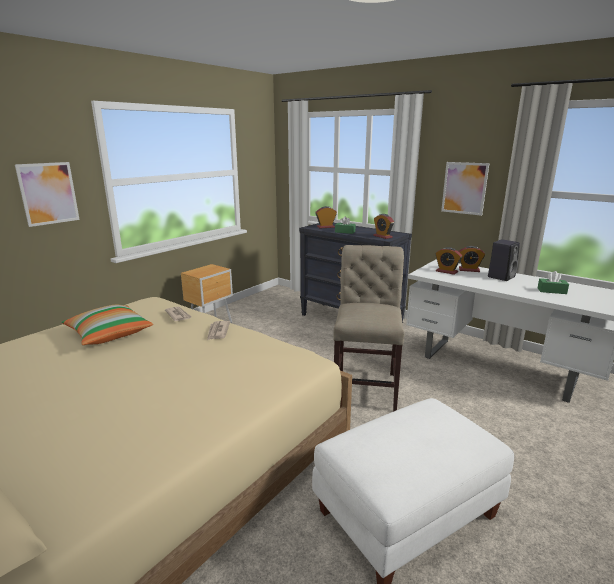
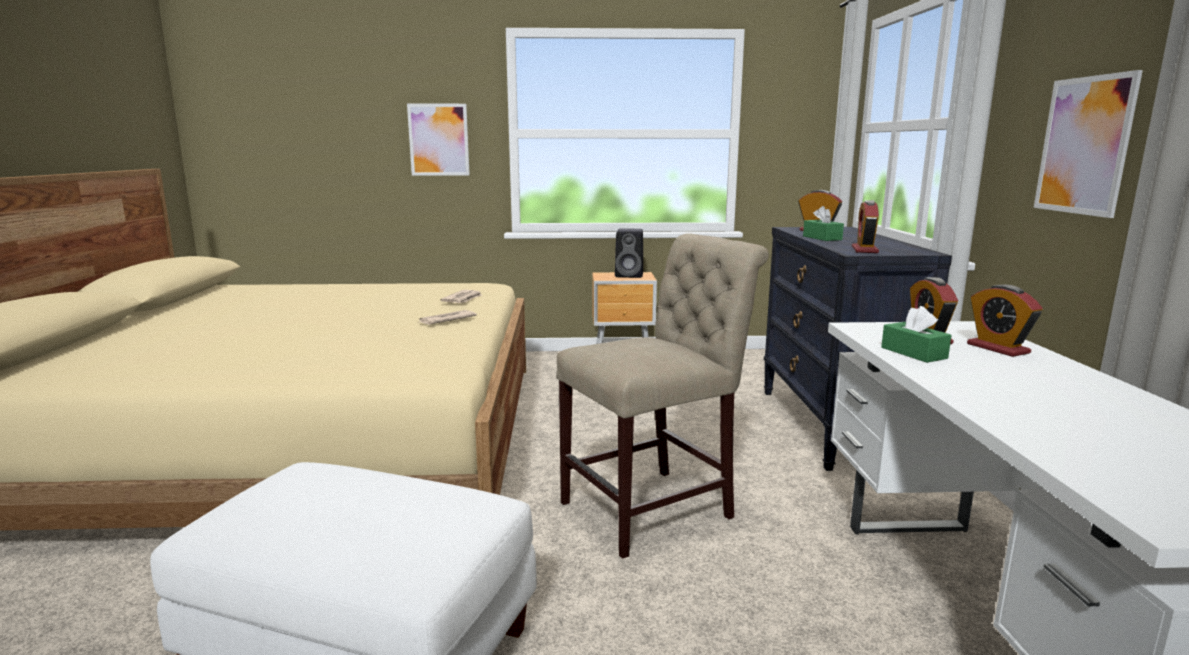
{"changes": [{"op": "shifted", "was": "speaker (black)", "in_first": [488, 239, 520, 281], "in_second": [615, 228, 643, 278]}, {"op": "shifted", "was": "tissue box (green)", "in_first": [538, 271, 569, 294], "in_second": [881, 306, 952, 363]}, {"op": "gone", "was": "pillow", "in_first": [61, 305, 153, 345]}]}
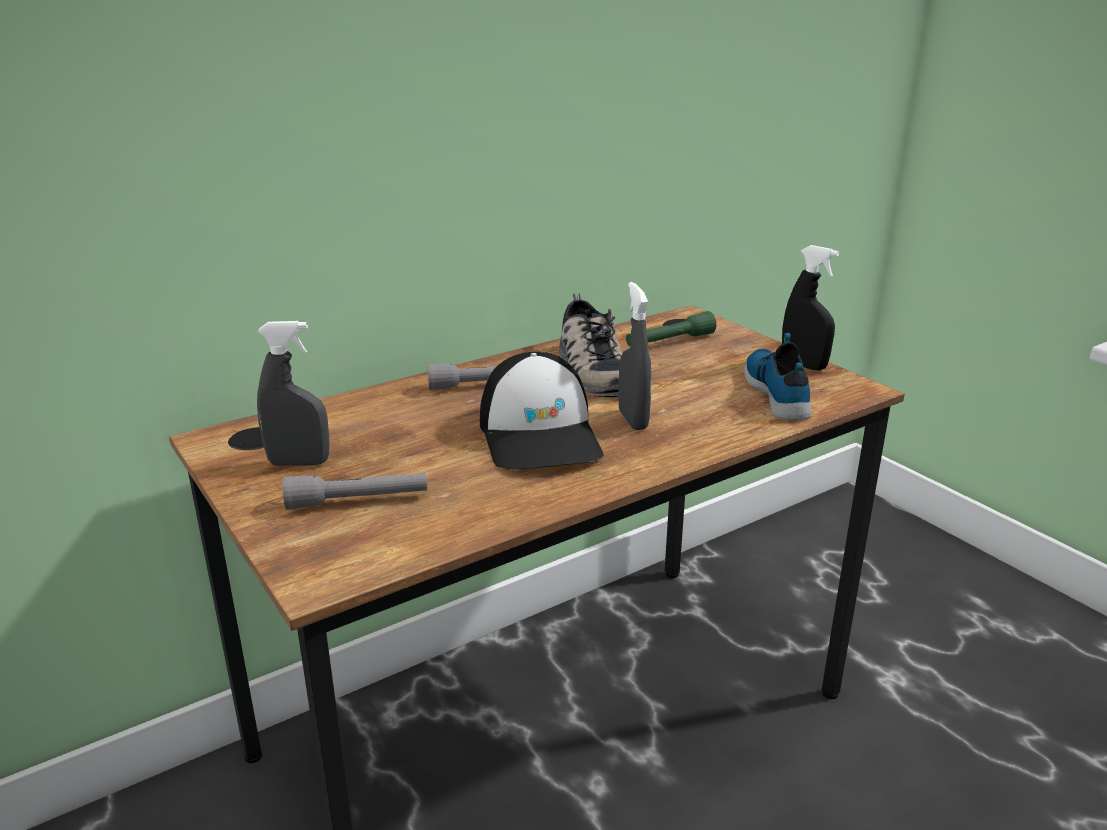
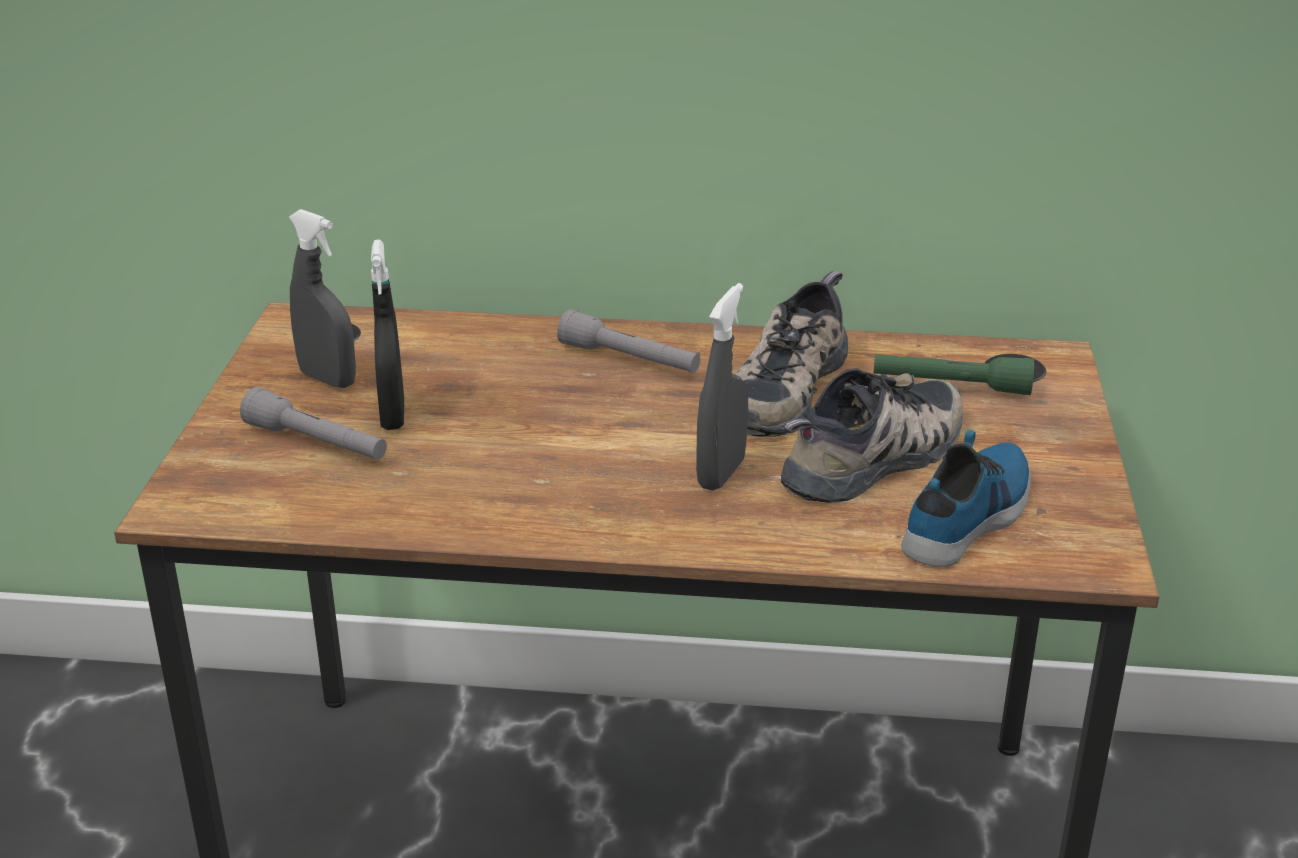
{"changes": [{"op": "shifted", "was": "spray bottle (black)", "in_first": [782, 245, 839, 370], "in_second": [371, 240, 404, 430]}, {"op": "gone", "was": "cap", "in_first": [480, 352, 604, 470]}, {"op": "new", "now": "shoe", "in_second": [781, 368, 963, 503]}]}
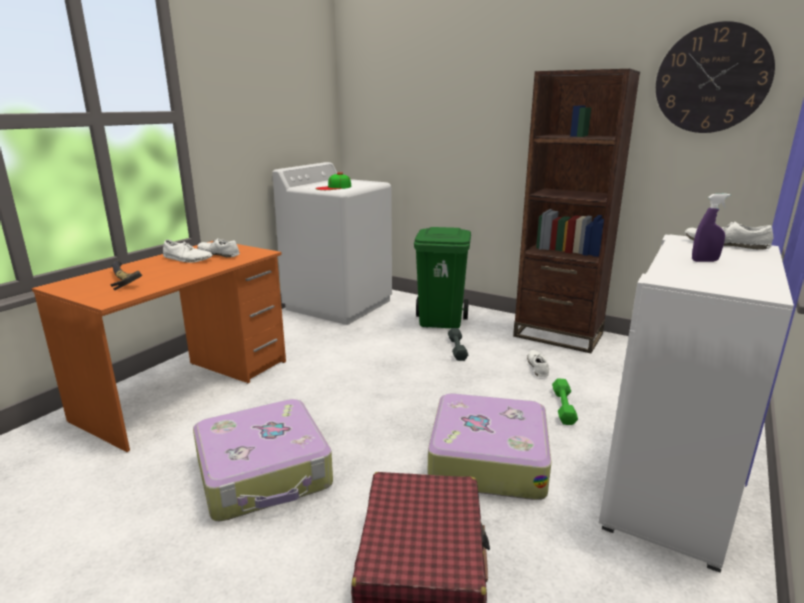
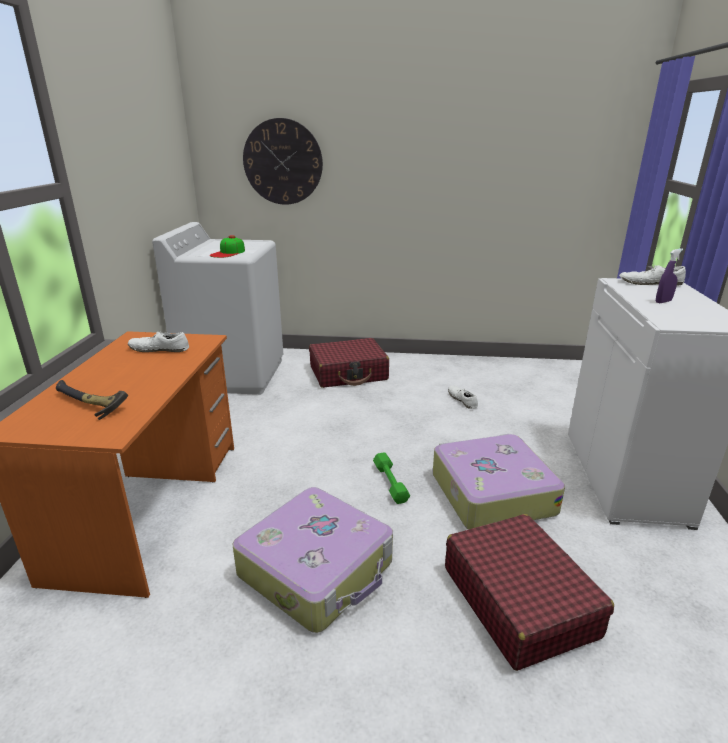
{"changes": [{"op": "shifted", "was": "wall clock", "in_first": [656, 21, 775, 133], "in_second": [243, 118, 323, 205]}, {"op": "gone", "was": "bookcase (brown)", "in_first": [513, 69, 640, 353]}, {"op": "swapped", "was": "trash can (green)", "now": "suitcase (red)", "in_first": [414, 227, 471, 328], "in_second": [309, 338, 389, 388]}, {"op": "gone", "was": "shoe (white)", "in_first": [163, 240, 213, 263]}, {"op": "gone", "was": "dumbbell (grey)", "in_first": [448, 328, 468, 361]}, {"op": "shifted", "was": "dumbbell (green)", "in_first": [552, 378, 578, 425], "in_second": [373, 452, 410, 504]}]}
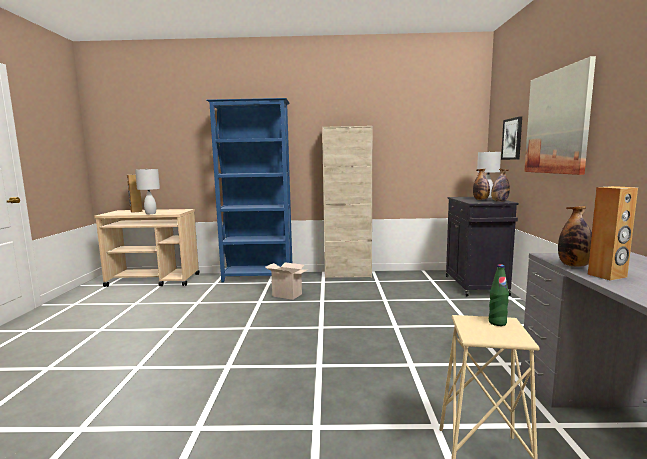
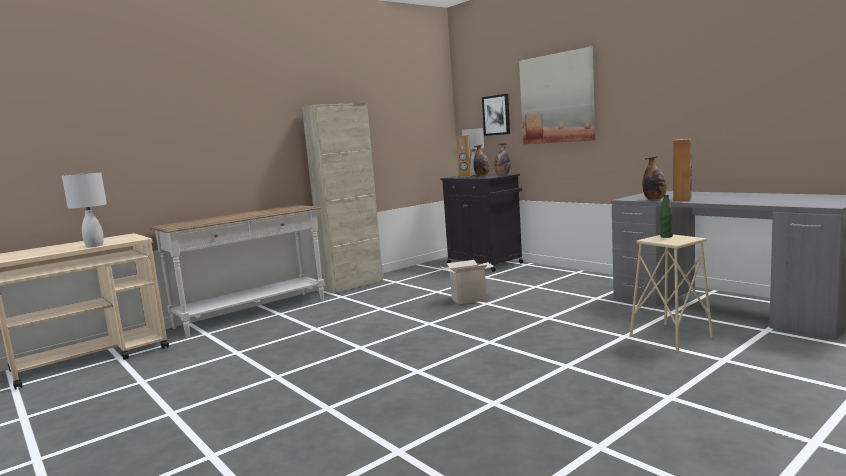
{"changes": [{"op": "swapped", "was": "bookcase (blue)", "now": "console table (white)", "in_first": [206, 98, 292, 282], "in_second": [150, 205, 325, 338]}, {"op": "shifted", "was": "speaker (brown)", "in_first": [127, 175, 142, 213], "in_second": [456, 135, 472, 177]}, {"op": "shifted", "was": "cardboard box", "in_first": [265, 262, 309, 300], "in_second": [440, 260, 494, 305]}]}
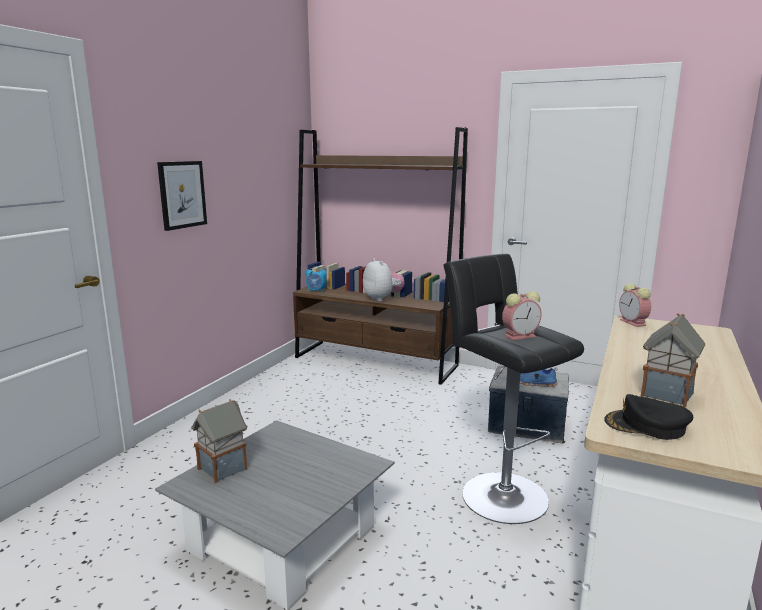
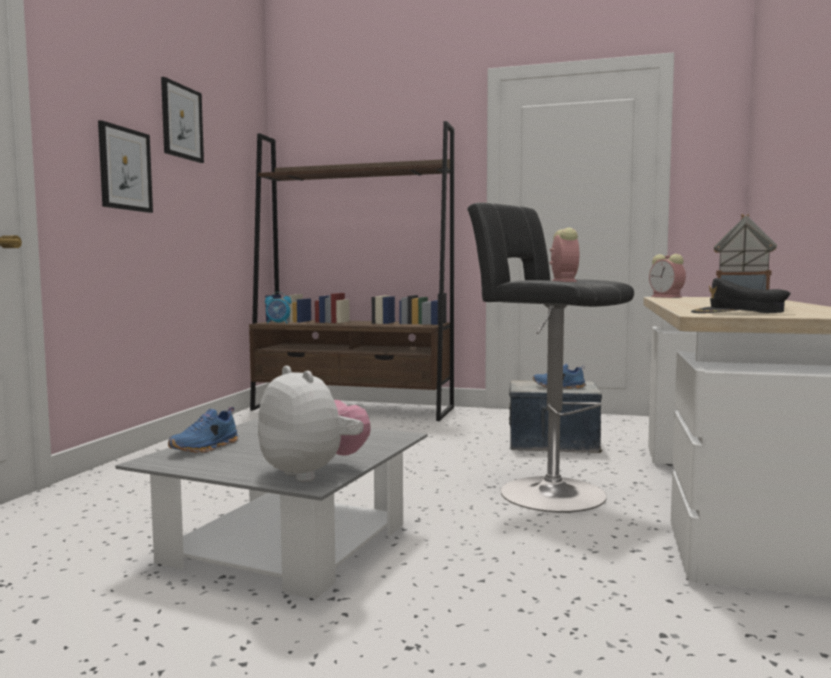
{"changes": [{"op": "shifted", "was": "plush toy", "in_first": [363, 258, 405, 301], "in_second": [258, 366, 371, 482]}, {"op": "rotated", "was": "alarm clock", "in_first": [502, 291, 542, 340], "in_second": [550, 228, 579, 282], "clockwise": -60}, {"op": "swapped", "was": "toy house", "now": "shoe (blue)", "in_first": [191, 399, 248, 483], "in_second": [168, 407, 238, 453]}, {"op": "new", "now": "picture", "in_second": [161, 77, 204, 163]}]}
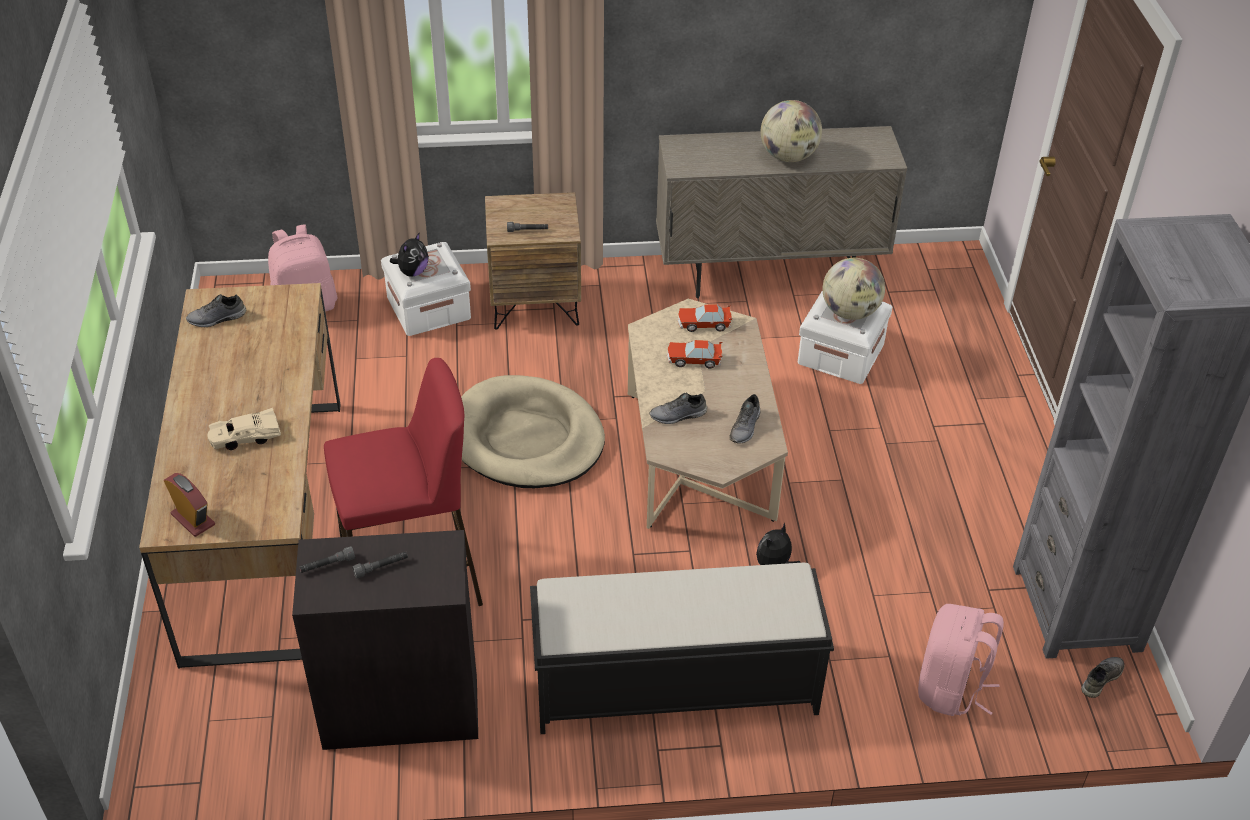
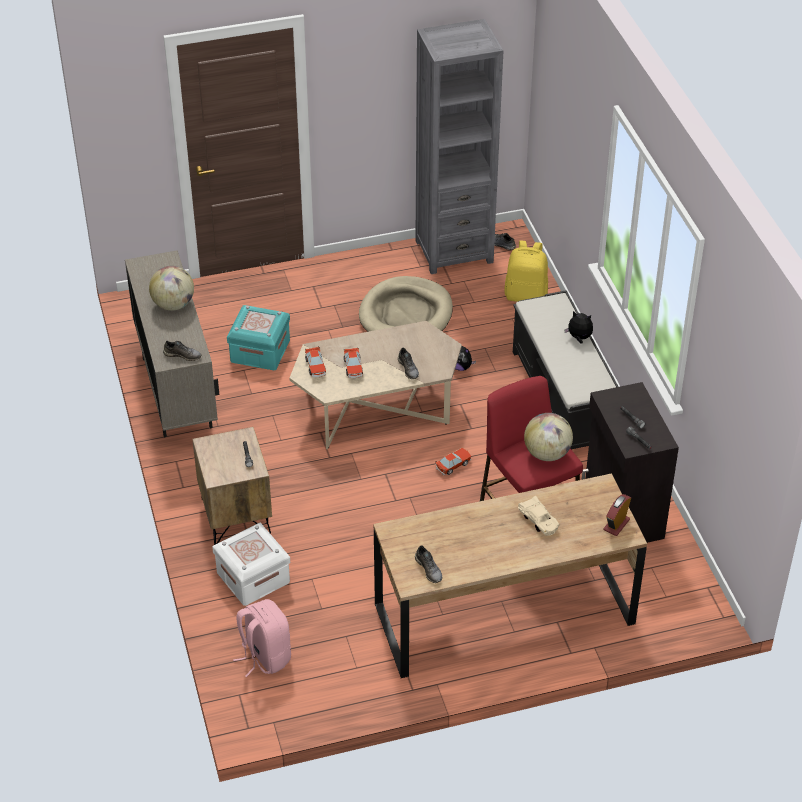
{"changes": [{"op": "shifted", "was": "plush toy", "in_first": [390, 233, 429, 277], "in_second": [565, 311, 593, 344]}, {"op": "shifted", "was": "globe", "in_first": [823, 258, 885, 320], "in_second": [524, 413, 573, 461]}, {"op": "repainted", "was": "storage box (white)", "now": "storage box (turquoise)", "in_first": [798, 290, 892, 384], "in_second": [227, 305, 290, 370]}, {"op": "shifted", "was": "dog bed (beige)", "in_first": [461, 375, 605, 488], "in_second": [359, 276, 453, 332]}, {"op": "shifted", "was": "shoe (grey)", "in_first": [730, 394, 760, 443], "in_second": [163, 341, 201, 361]}, {"op": "repainted", "was": "backpack (pink)", "now": "backpack (yellow)", "in_first": [918, 604, 1004, 716], "in_second": [504, 240, 548, 302]}, {"op": "new", "now": "toy car", "in_second": [435, 448, 471, 475]}]}
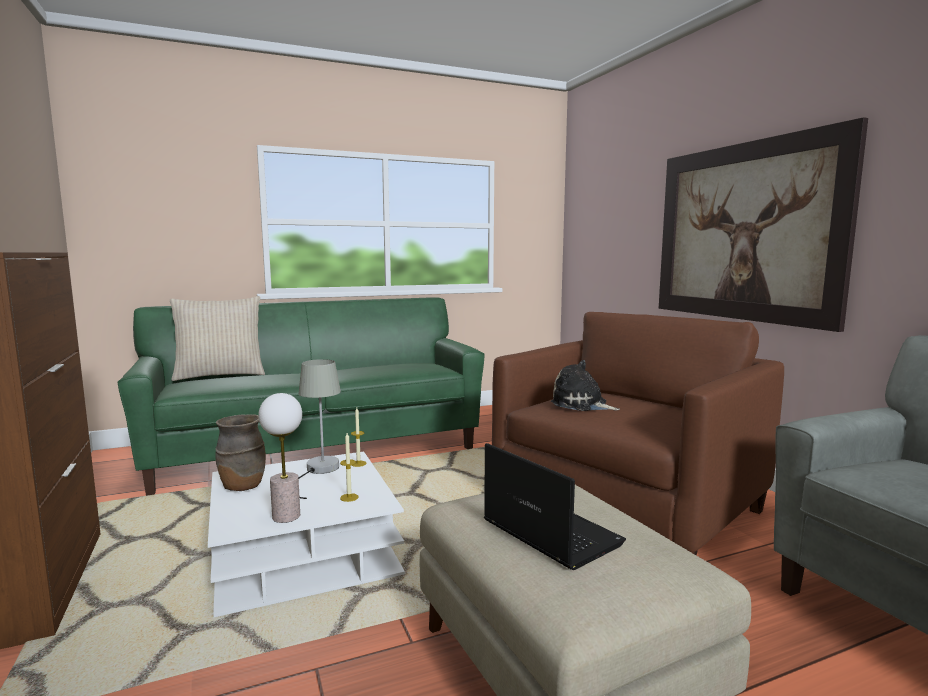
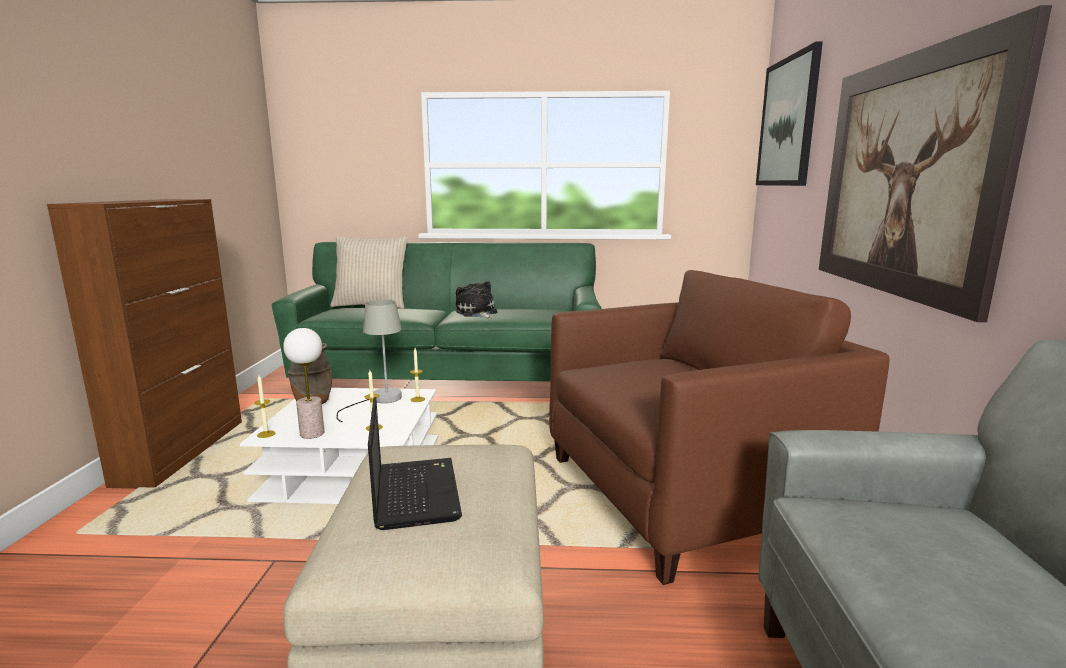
{"changes": [{"op": "shifted", "was": "plush toy", "in_first": [551, 360, 620, 411], "in_second": [456, 281, 497, 319]}, {"op": "new", "now": "picture", "in_second": [756, 41, 823, 186]}, {"op": "new", "now": "candle", "in_second": [254, 375, 275, 438]}]}
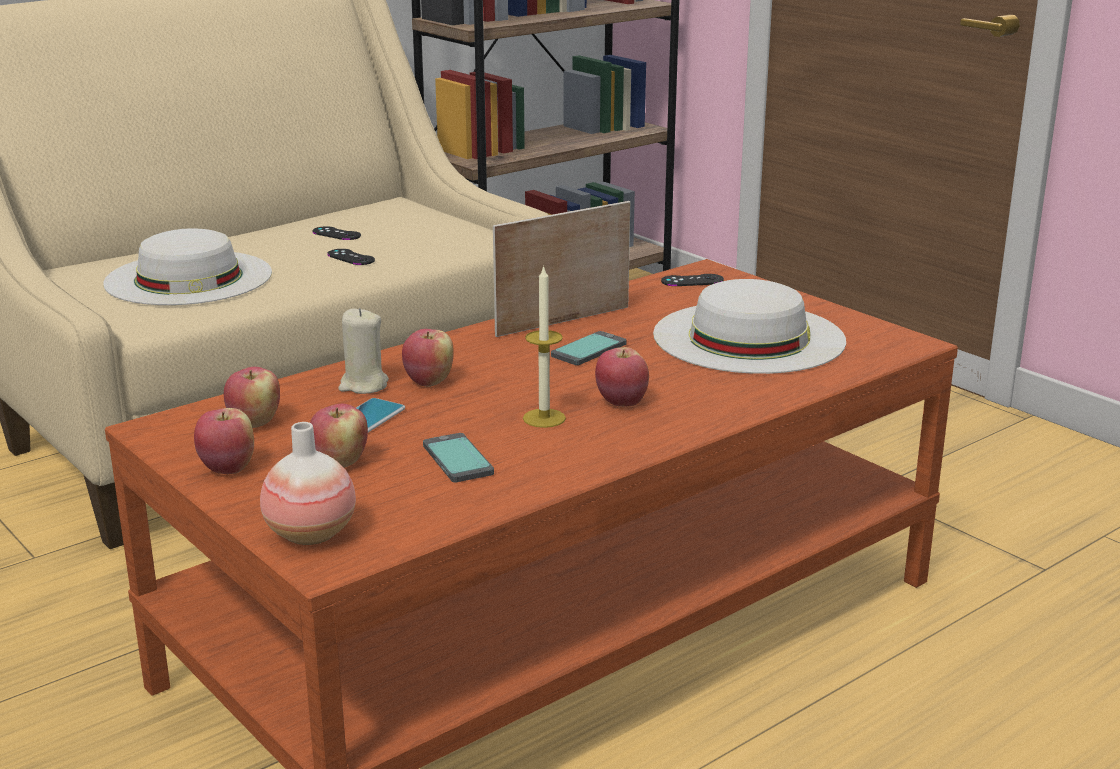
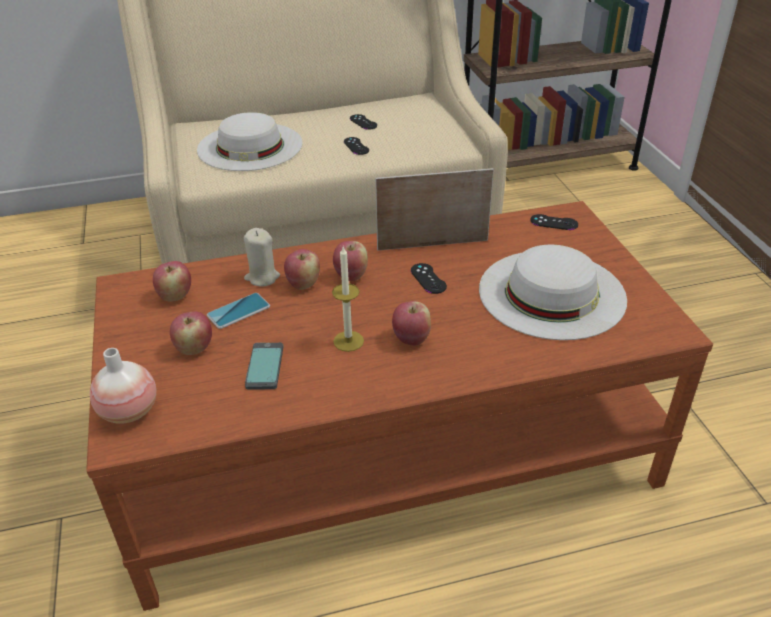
{"changes": [{"op": "swapped", "was": "phone", "now": "game controller (black)", "in_first": [551, 331, 626, 365], "in_second": [411, 263, 447, 294]}, {"op": "shifted", "was": "apple", "in_first": [194, 408, 254, 474], "in_second": [333, 241, 368, 281]}]}
